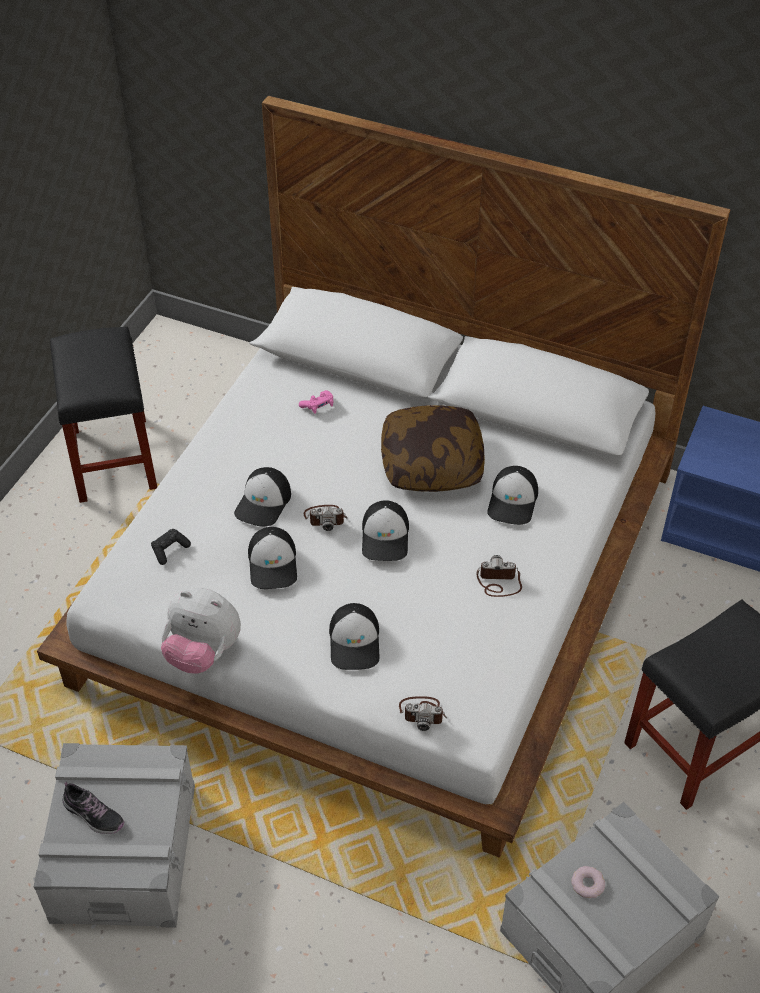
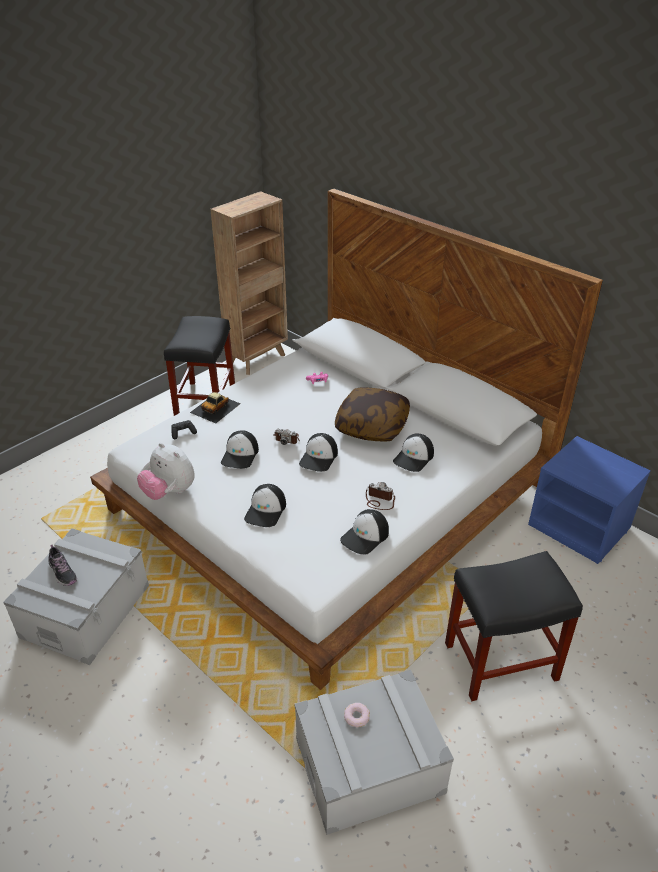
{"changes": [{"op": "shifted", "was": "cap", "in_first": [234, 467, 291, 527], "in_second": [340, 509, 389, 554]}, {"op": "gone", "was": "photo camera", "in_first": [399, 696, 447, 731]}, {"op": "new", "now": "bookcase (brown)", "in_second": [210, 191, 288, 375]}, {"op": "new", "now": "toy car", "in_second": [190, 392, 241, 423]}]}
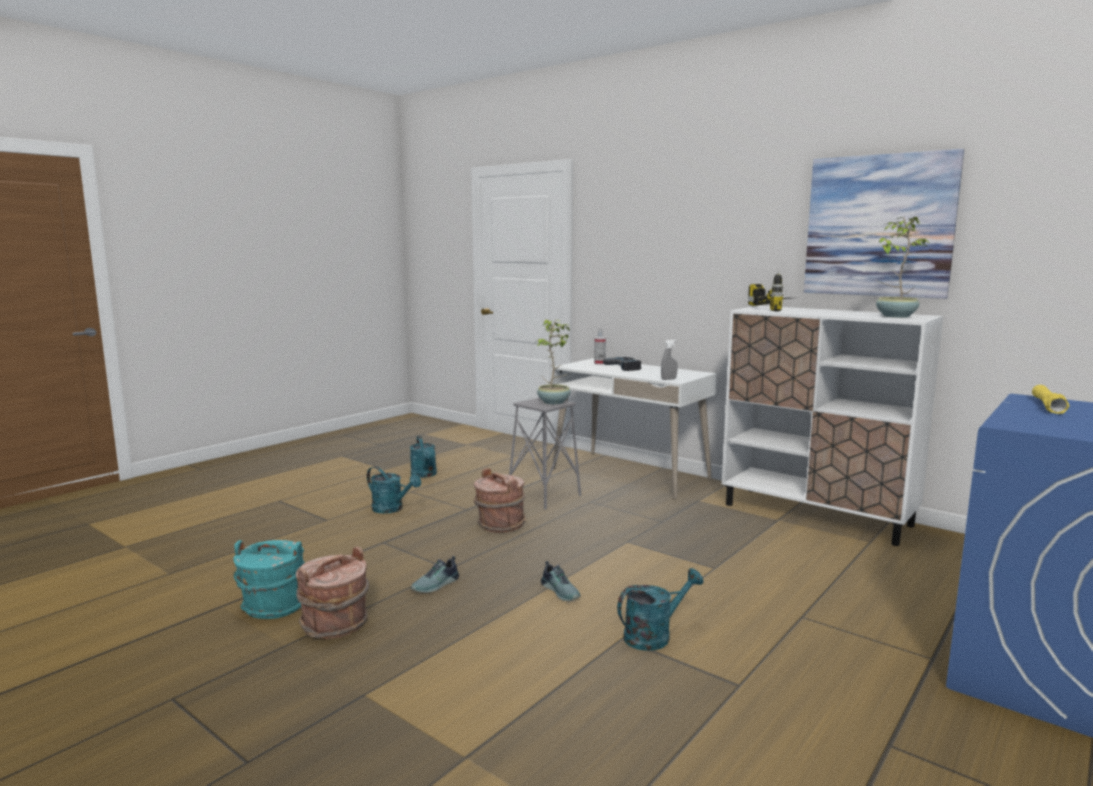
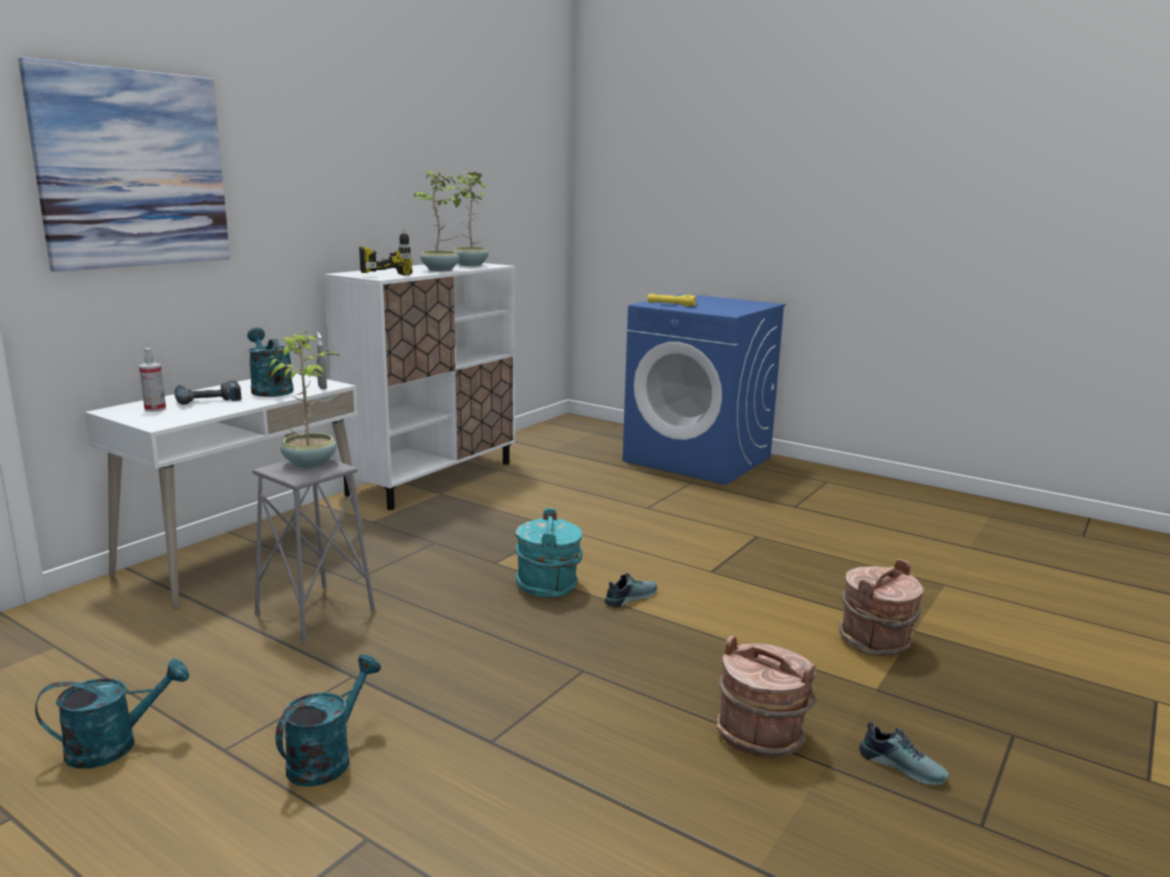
{"changes": [{"op": "shifted", "was": "picture", "in_first": [804, 149, 964, 299], "in_second": [18, 57, 230, 272]}, {"op": "shifted", "was": "bucket (brown)", "in_first": [474, 468, 526, 533], "in_second": [839, 559, 924, 657]}, {"op": "shifted", "was": "bucket (turquoise)", "in_first": [233, 540, 305, 619], "in_second": [515, 508, 582, 598]}, {"op": "shifted", "was": "shoe", "in_first": [411, 556, 459, 593], "in_second": [859, 721, 949, 786]}, {"op": "shifted", "was": "watering can (turquoise)", "in_first": [617, 568, 704, 651], "in_second": [247, 328, 294, 397]}, {"op": "new", "now": "potted plant", "in_second": [413, 171, 465, 271]}]}
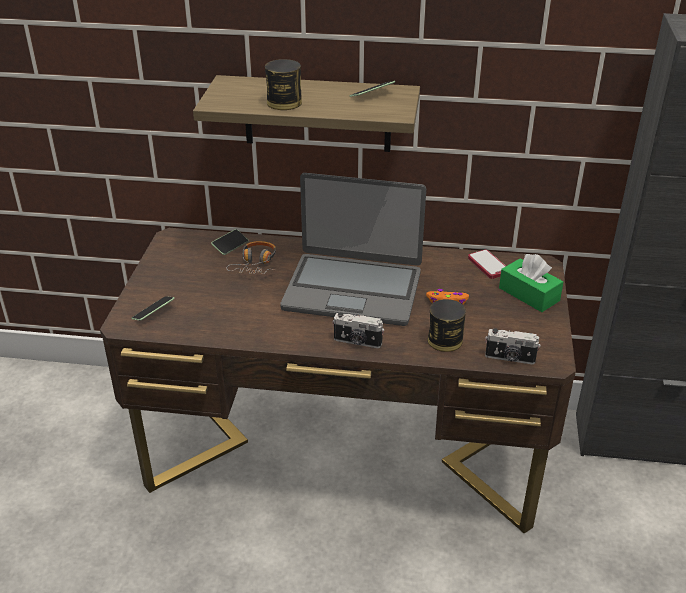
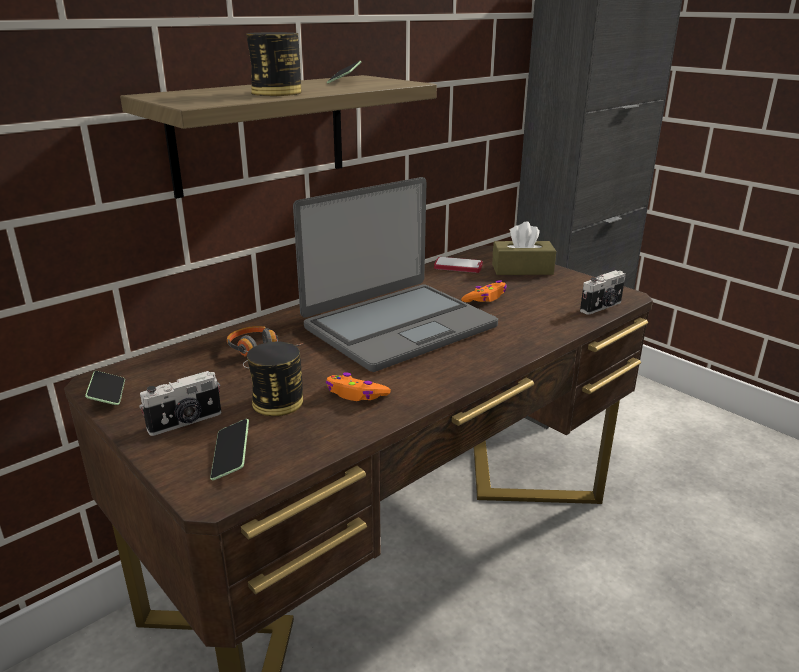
{"changes": [{"op": "shifted", "was": "phone", "in_first": [211, 229, 249, 255], "in_second": [85, 371, 125, 405]}, {"op": "repainted", "was": "tissue box (green)", "now": "tissue box (brown)", "in_first": [499, 254, 563, 312], "in_second": [492, 221, 556, 275]}, {"op": "shifted", "was": "can", "in_first": [428, 299, 466, 352], "in_second": [247, 342, 303, 416]}, {"op": "shifted", "was": "photo camera", "in_first": [333, 312, 385, 348], "in_second": [139, 371, 222, 436]}, {"op": "new", "now": "game controller (orange)", "in_second": [326, 373, 391, 401]}]}
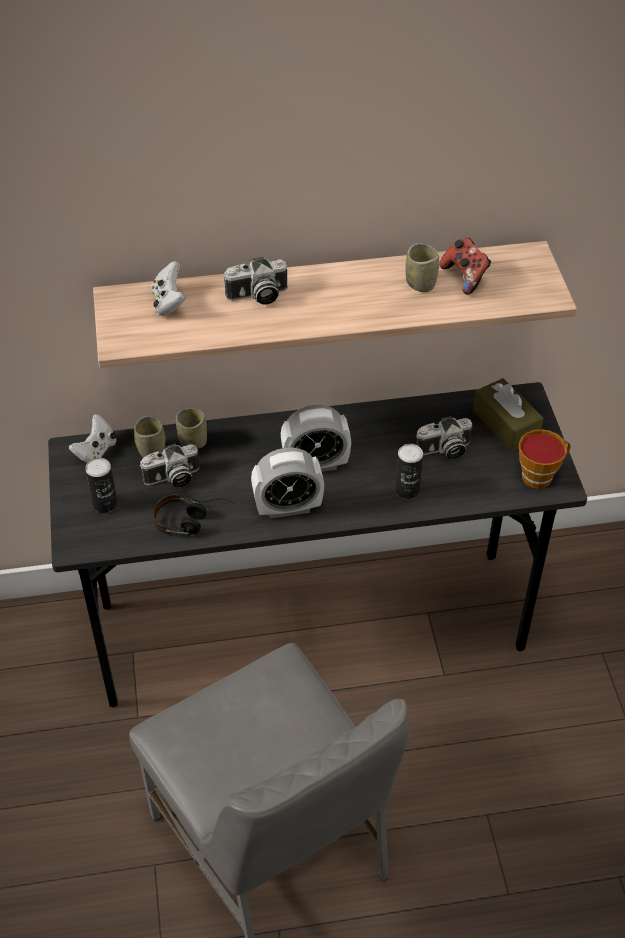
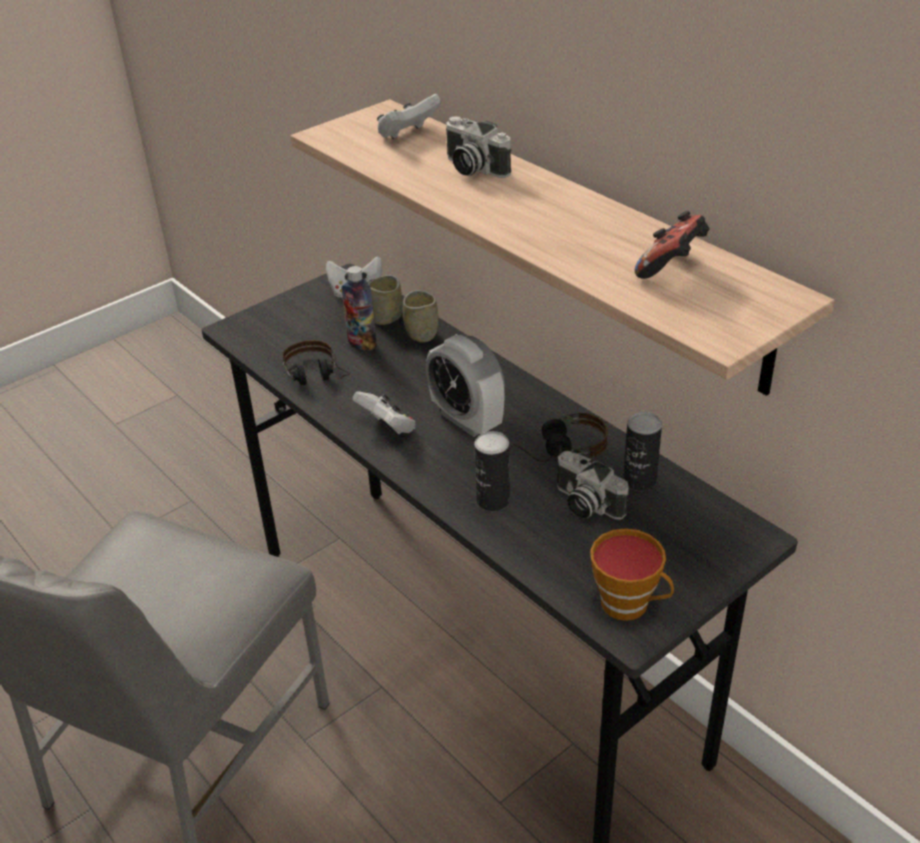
{"changes": [{"op": "gone", "was": "cup", "in_first": [405, 243, 439, 292]}, {"op": "gone", "was": "tissue box (brown)", "in_first": [473, 378, 544, 451]}, {"op": "swapped", "was": "photo camera", "now": "bottle", "in_first": [140, 443, 200, 487], "in_second": [342, 266, 377, 350]}, {"op": "swapped", "was": "alarm clock", "now": "game controller (white)", "in_first": [251, 447, 324, 519], "in_second": [352, 391, 416, 434]}, {"op": "shifted", "was": "can", "in_first": [85, 458, 117, 513], "in_second": [623, 412, 662, 491]}, {"op": "new", "now": "headphones", "in_second": [513, 413, 608, 462]}]}
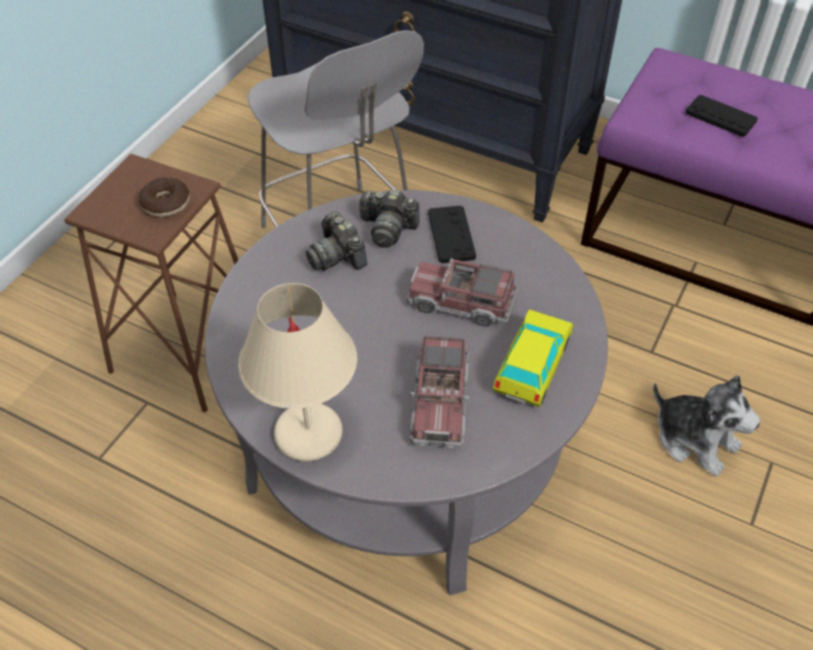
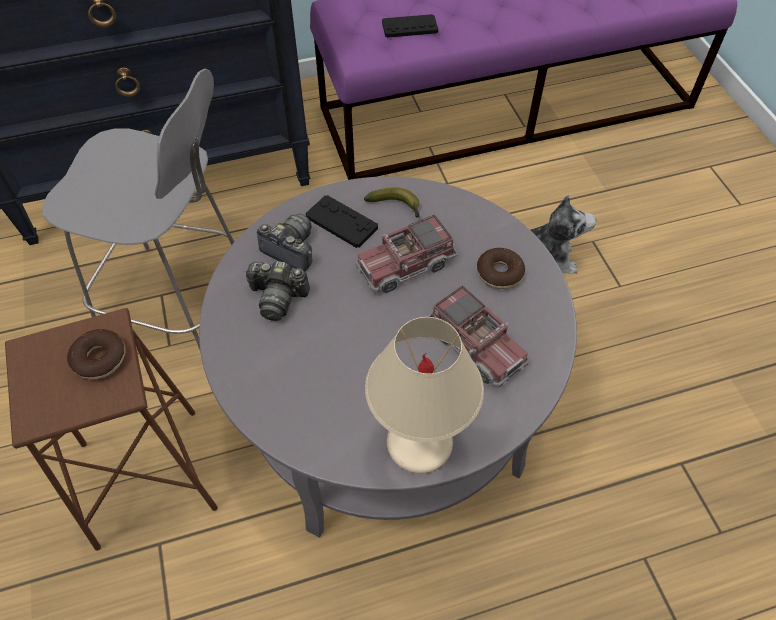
{"changes": [{"op": "rotated", "was": "photo camera", "in_first": [358, 190, 420, 248], "in_second": [257, 214, 312, 271], "clockwise": -120}, {"op": "swapped", "was": "toy car", "now": "donut", "in_first": [493, 309, 573, 407], "in_second": [477, 248, 525, 289]}, {"op": "new", "now": "banana", "in_second": [364, 187, 420, 218]}]}
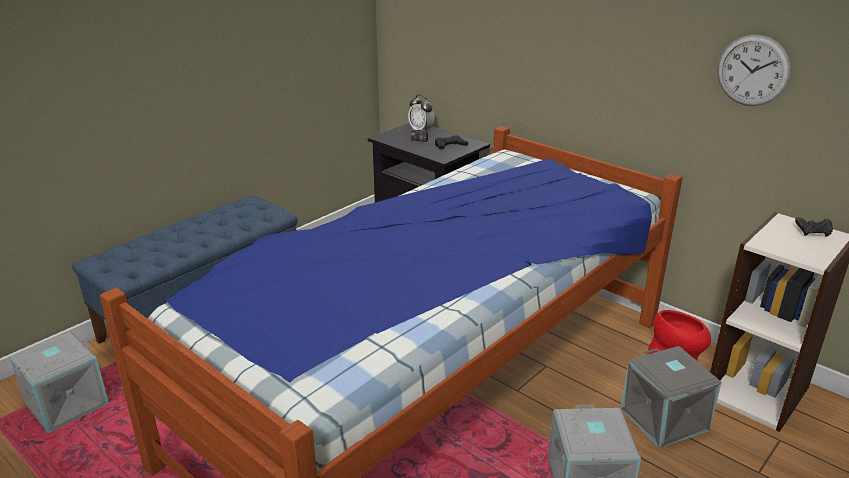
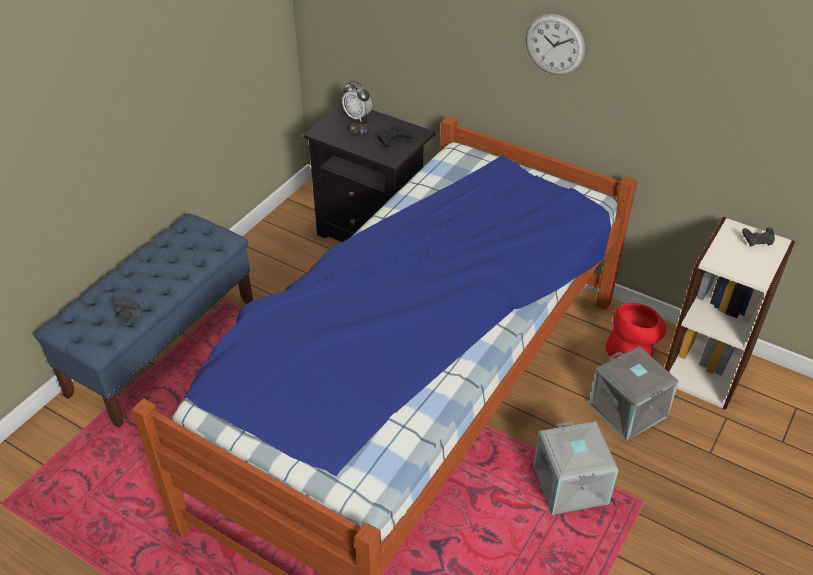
{"changes": [{"op": "shifted", "was": "wall clock", "in_first": [717, 35, 791, 106], "in_second": [526, 14, 585, 75]}, {"op": "gone", "was": "storage box (grey)", "in_first": [9, 331, 109, 433]}, {"op": "new", "now": "photo camera", "in_second": [113, 299, 142, 323]}]}
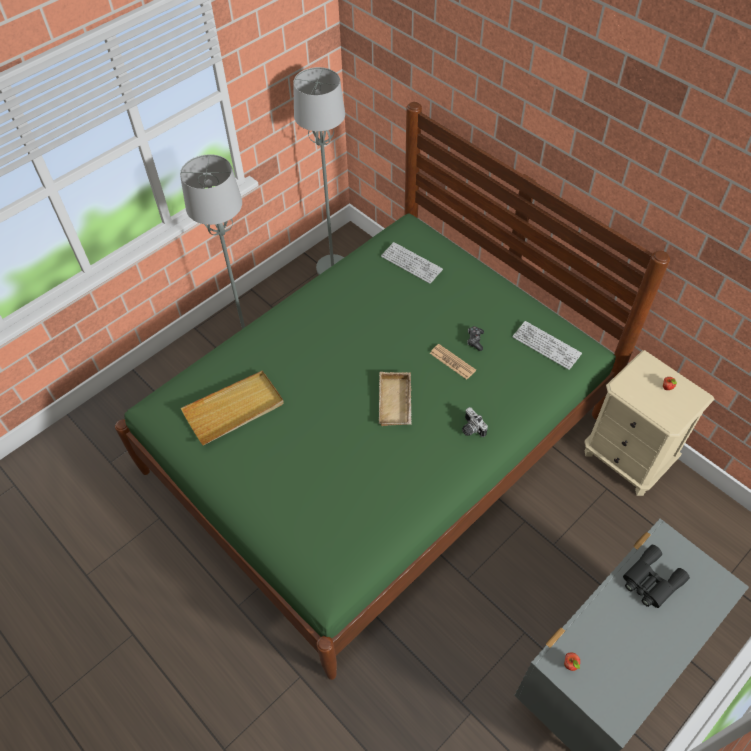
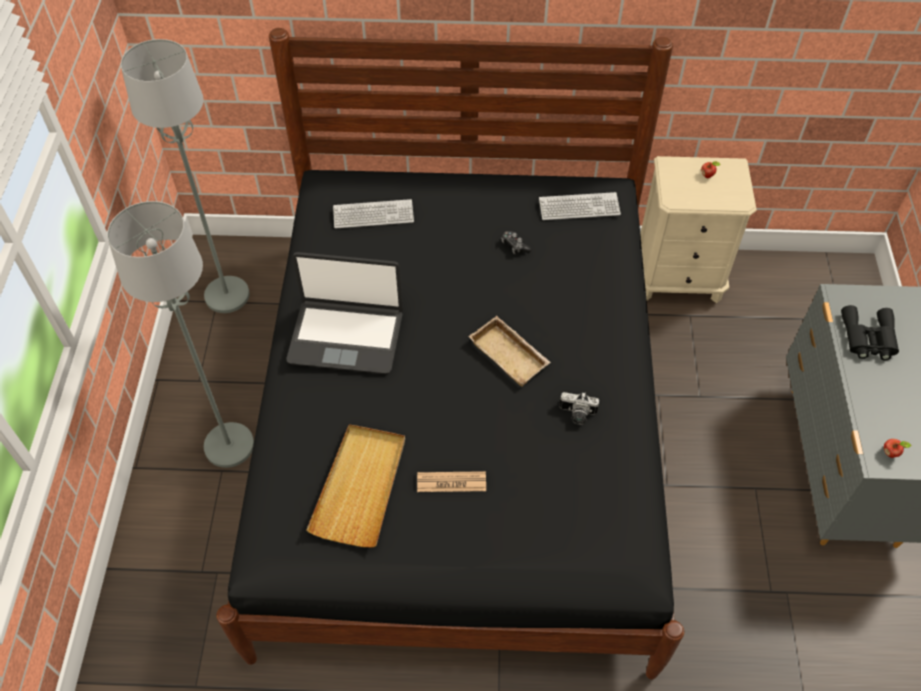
{"changes": [{"op": "repainted", "was": "bed (green)", "now": "bed (black)", "in_first": [115, 102, 670, 680], "in_second": [216, 28, 684, 680]}, {"op": "shifted", "was": "newspaper", "in_first": [430, 344, 476, 379], "in_second": [417, 471, 486, 492]}, {"op": "shifted", "was": "photo camera", "in_first": [462, 407, 488, 437], "in_second": [559, 392, 599, 425]}, {"op": "new", "now": "laptop", "in_second": [286, 252, 403, 374]}]}
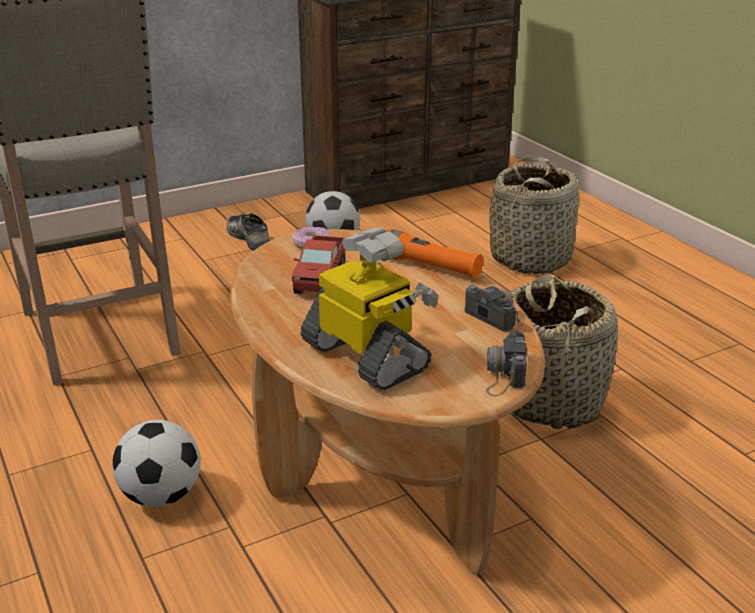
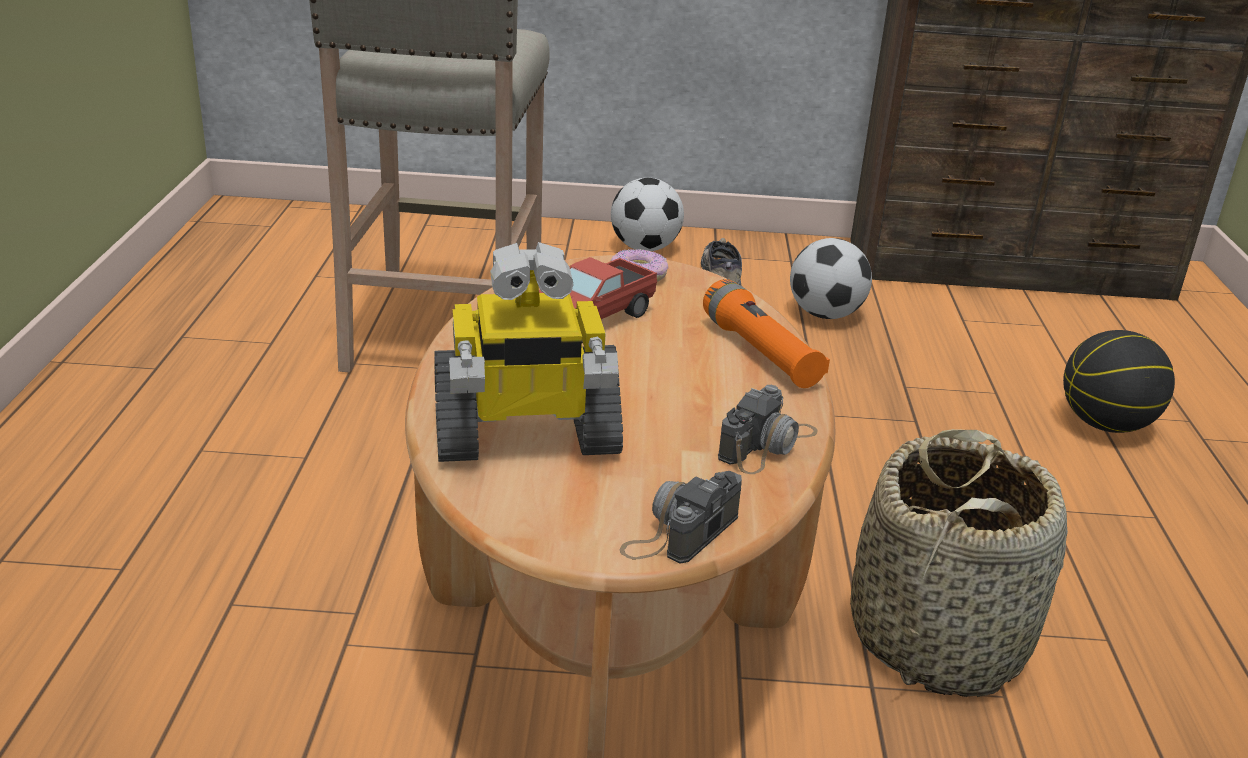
{"changes": [{"op": "swapped", "was": "basket", "now": "basketball", "in_first": [489, 156, 579, 274], "in_second": [1063, 330, 1175, 433]}, {"op": "rotated", "was": "toy robot", "in_first": [301, 227, 438, 390], "in_second": [434, 242, 623, 462], "clockwise": 90}, {"op": "rotated", "was": "photo camera", "in_first": [464, 285, 524, 332], "in_second": [718, 385, 818, 474], "clockwise": 45}, {"op": "shifted", "was": "football", "in_first": [112, 420, 200, 507], "in_second": [611, 178, 684, 251]}]}
